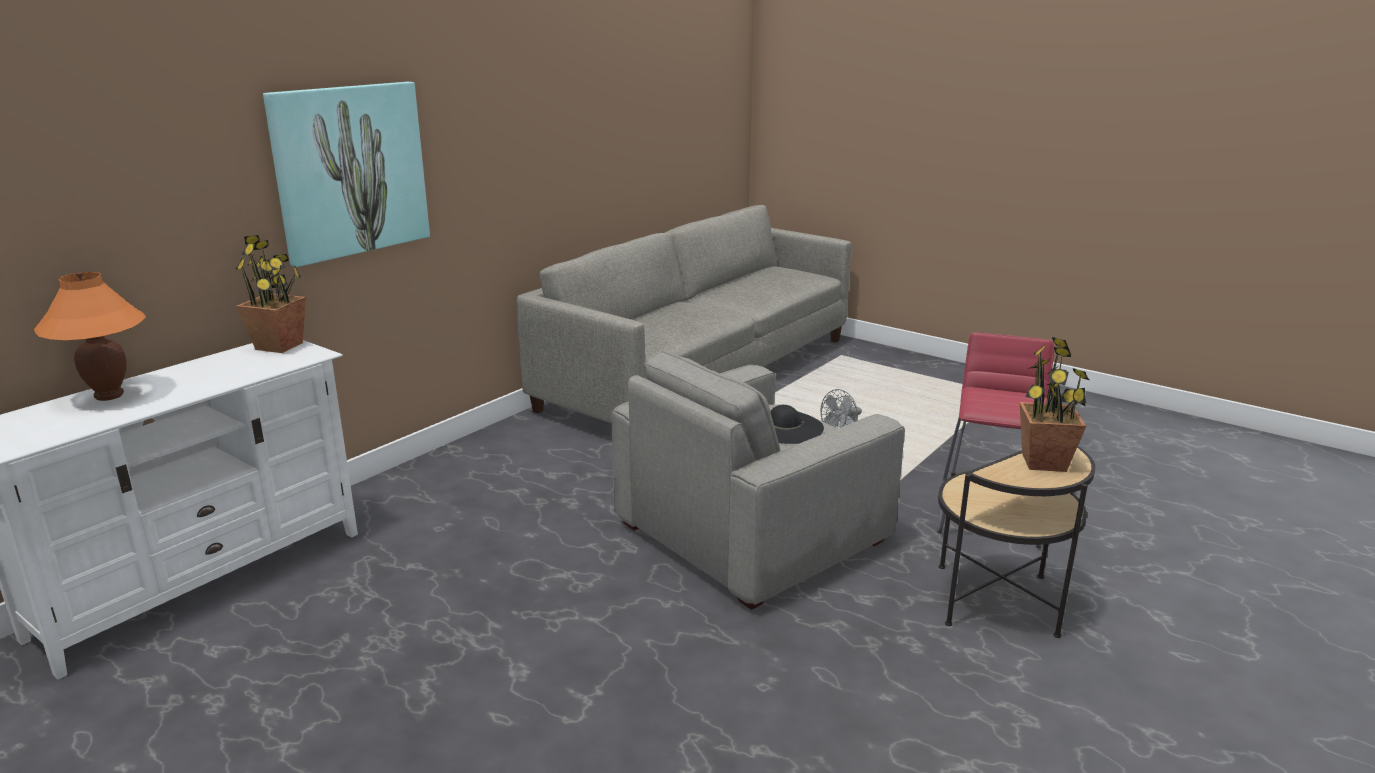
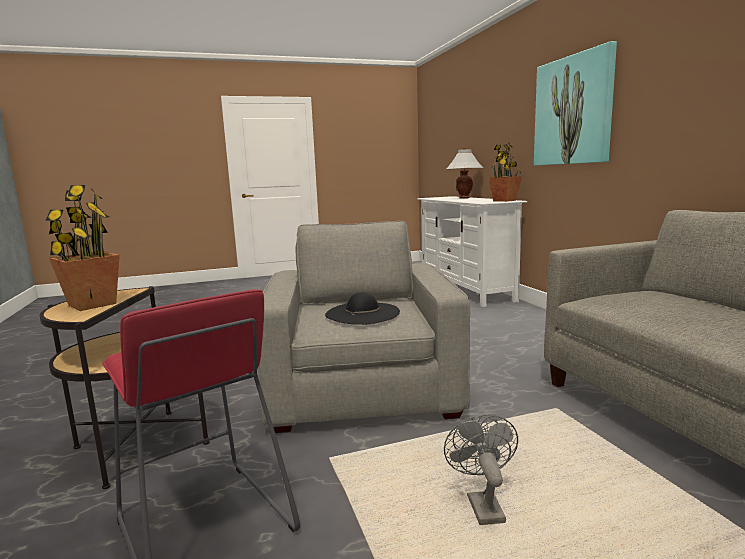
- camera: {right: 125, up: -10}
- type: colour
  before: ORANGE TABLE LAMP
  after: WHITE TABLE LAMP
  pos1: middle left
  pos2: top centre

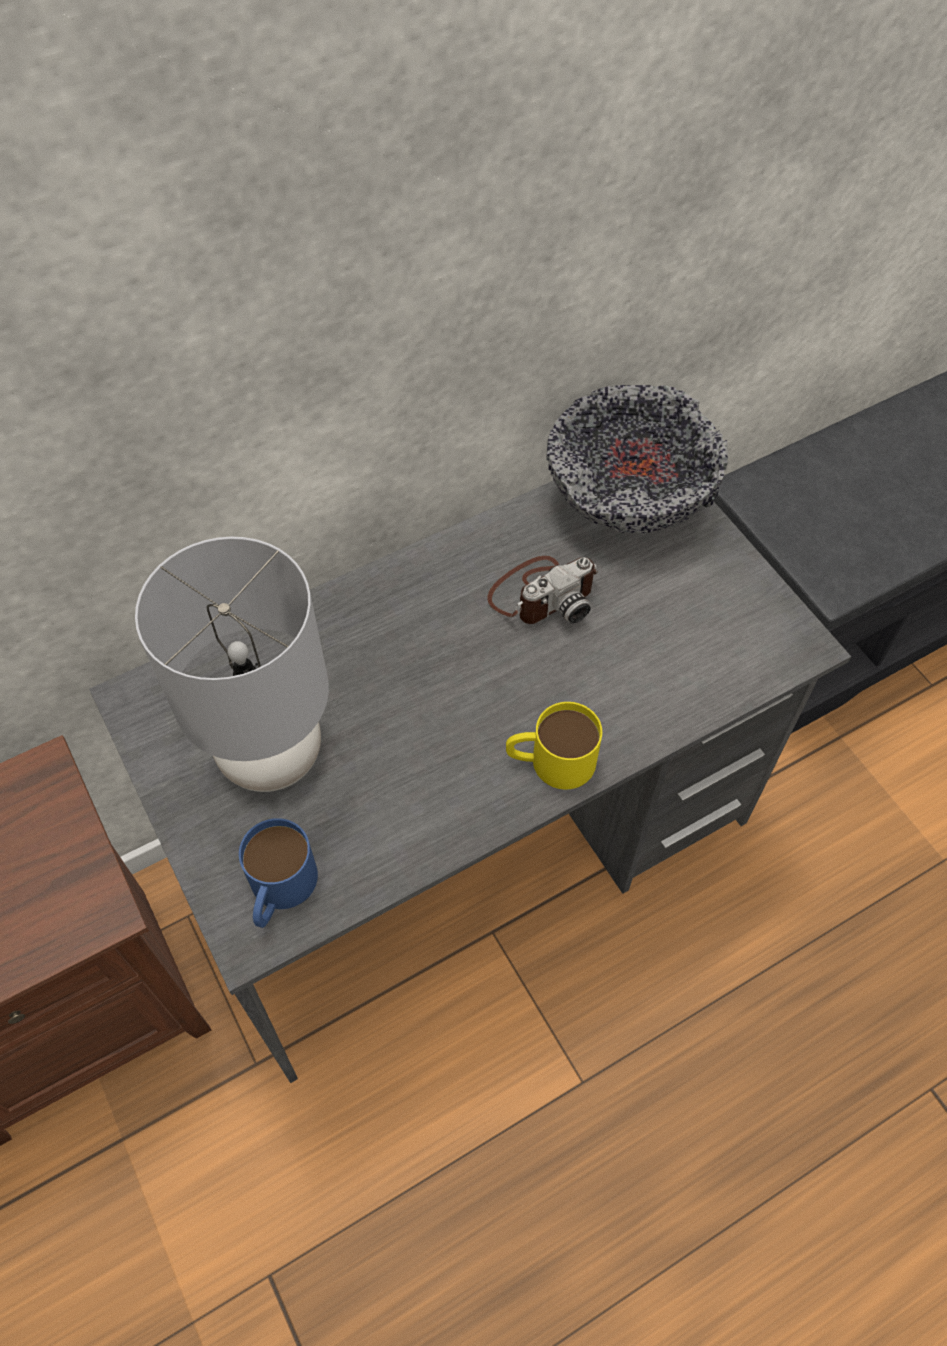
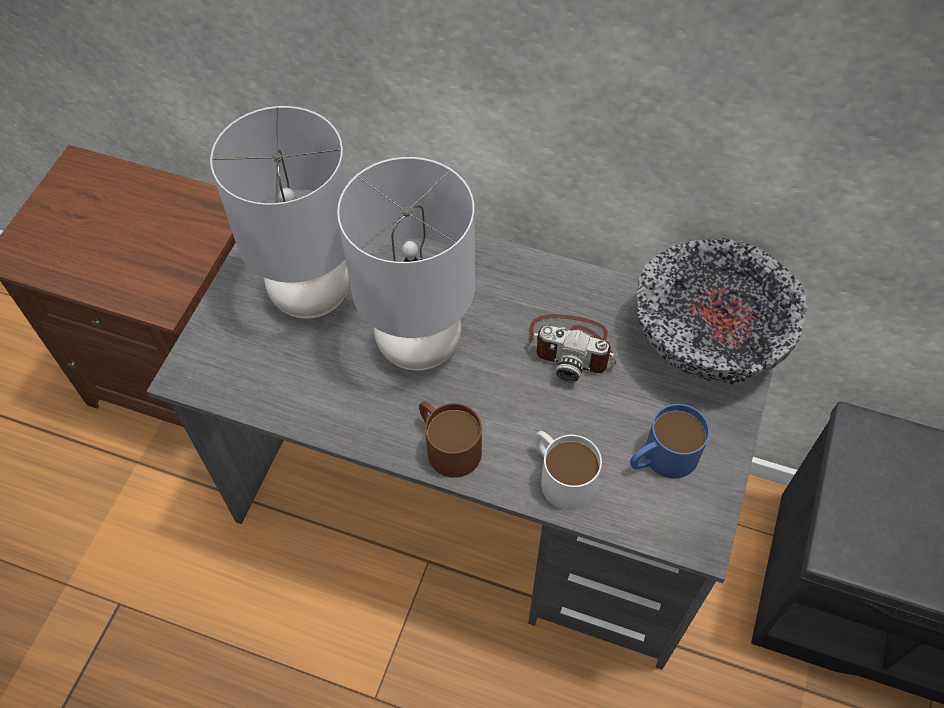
- camera: {right: 50, up: 0}
- type: relocated
  before: BLUE MUG
  pos1: middle left
  pos2: middle right
- type: colour
  before: YELLOW MUG
  after: BROWN MUG
  pos1: centre
  pos2: centre
- type: appeared
  after: GREY TABLE LAMP (no. 2 from left)
  pos2: centre
- type: appeared
  after: WHITE MUG
  pos2: centre

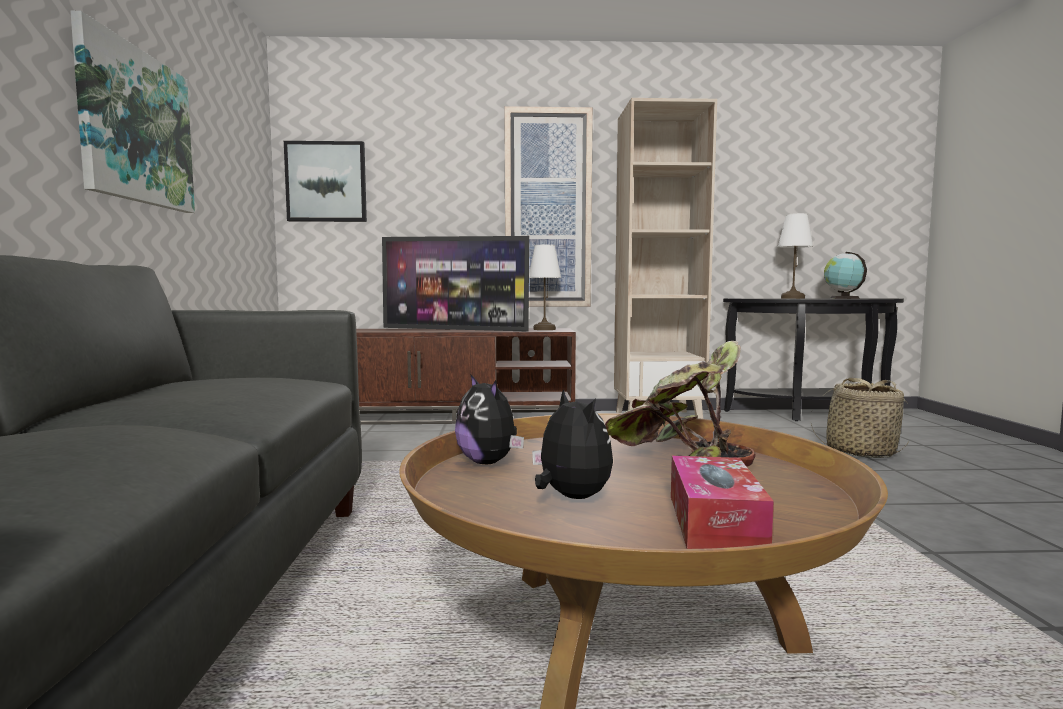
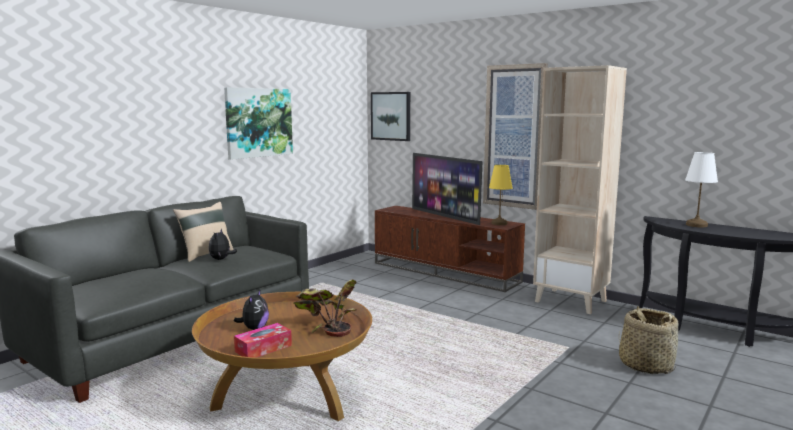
- camera: {right: 40, up: 5}
- type: relocated
  before: PLUSH TOY (no. 1 from left)
  pos1: centre
  pos2: middle left
- type: colour
  before: WHITE TABLE LAMP (no. 1 from left)
  after: YELLOW TABLE LAMP
  pos1: centre
  pos2: centre
- type: missing
  before: GLOBE
  pos1: middle right
- type: appeared
  after: BEIGE PILLOW
  pos2: middle left

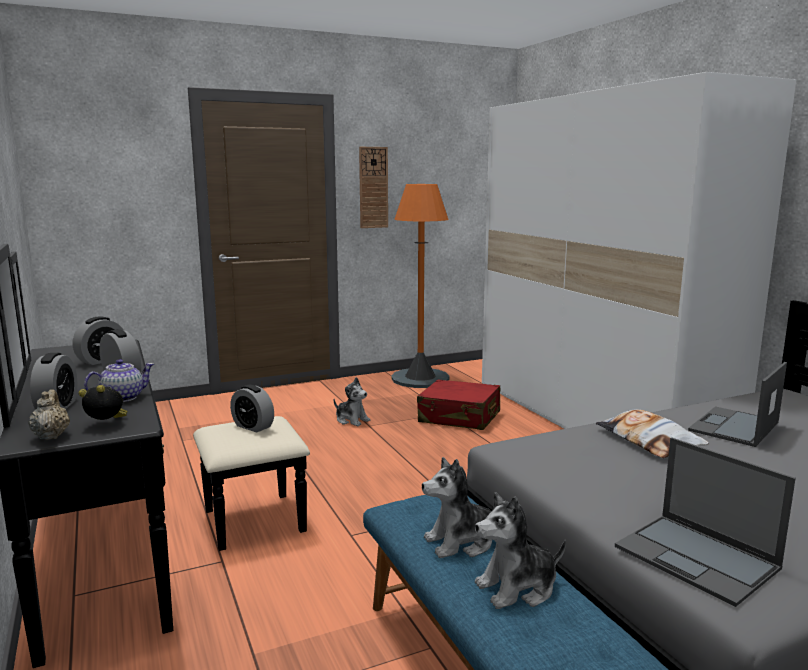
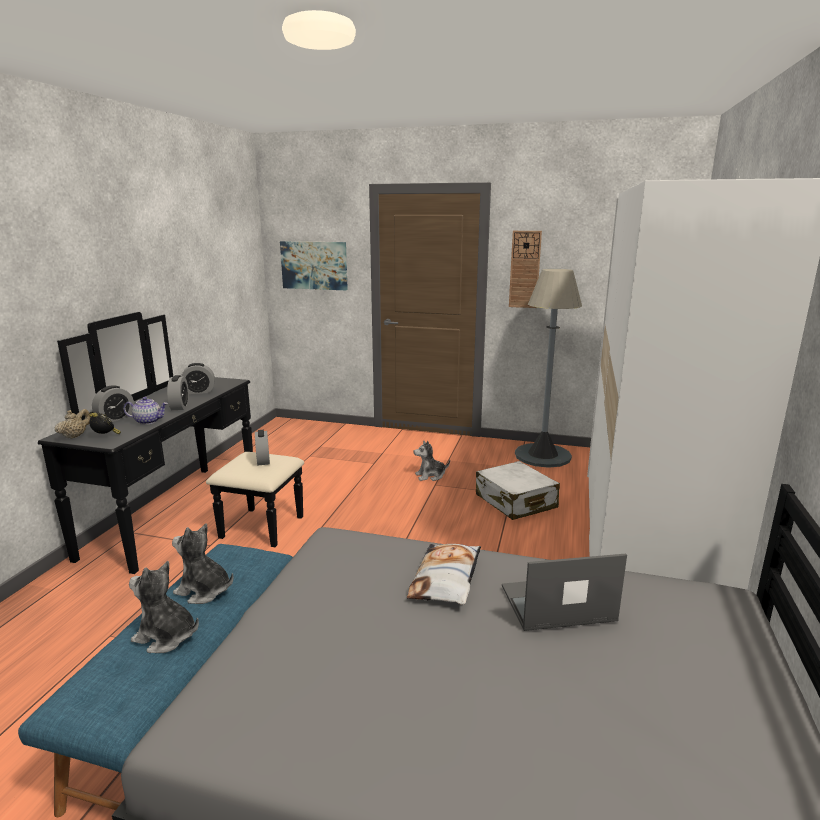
- camera: {right: 40, up: 5}
- type: spun
  before: PLUSH TOY (no. 1 from left in the first image)
  pos1: centre
  pos2: centre
  turn: 90
- type: colour
  before: ORANGE FLOOR LAMP
  after: GREY FLOOR LAMP
  pos1: centre
  pos2: middle right
- type: colour
  before: RED SUITCASE
  after: WHITE SUITCASE
  pos1: centre
  pos2: centre
- type: missing
  before: LAPTOP (no. 1 from left)
  pos1: bottom right
- type: appeared
  after: PICTURE
  pos2: top centre

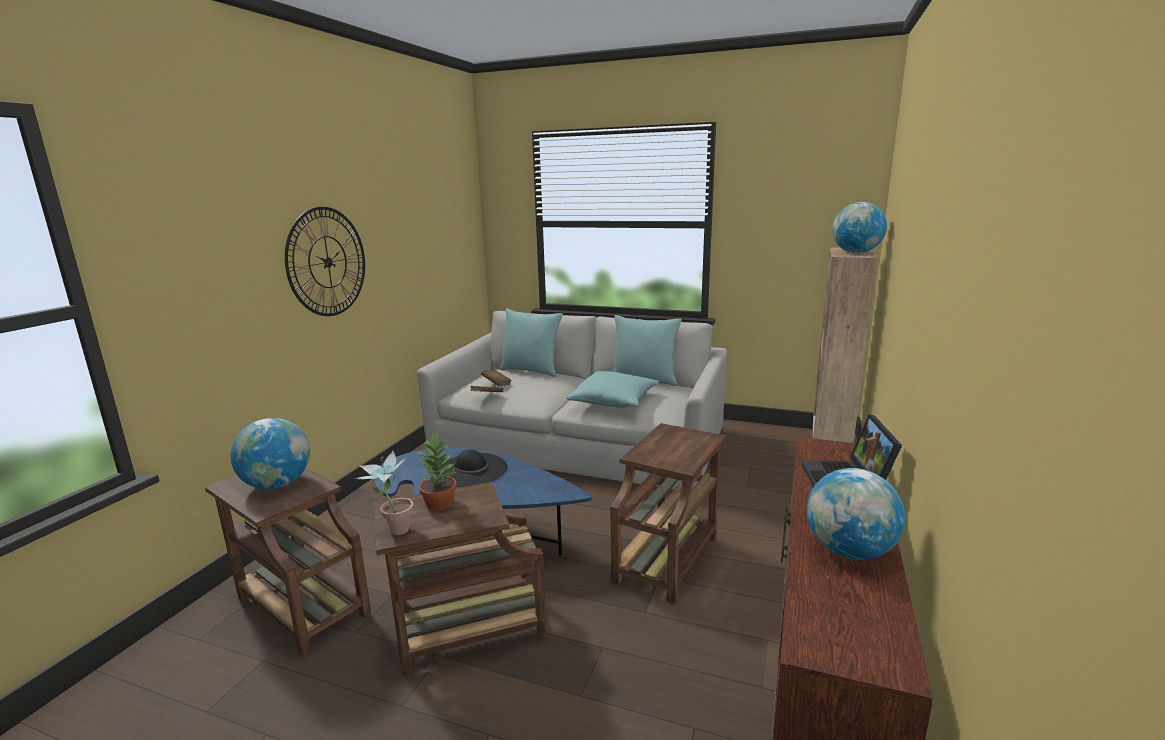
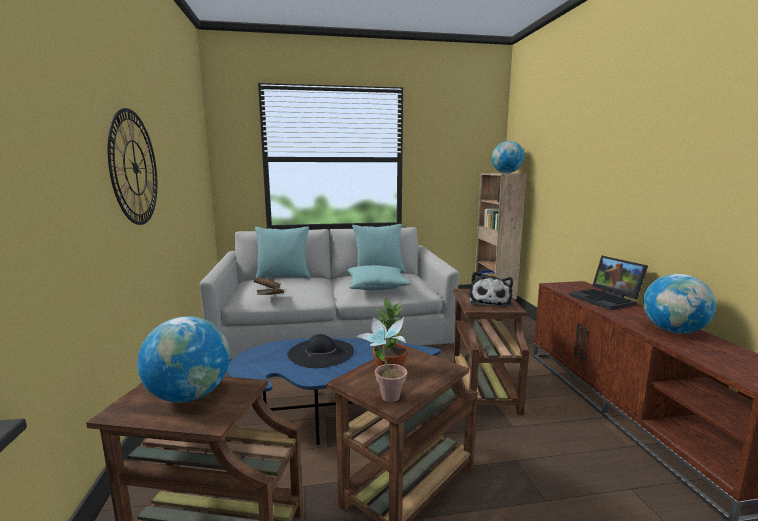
- camera: {right: -30, up: -5}
- type: appeared
  after: PLUSH TOY
  pos2: centre

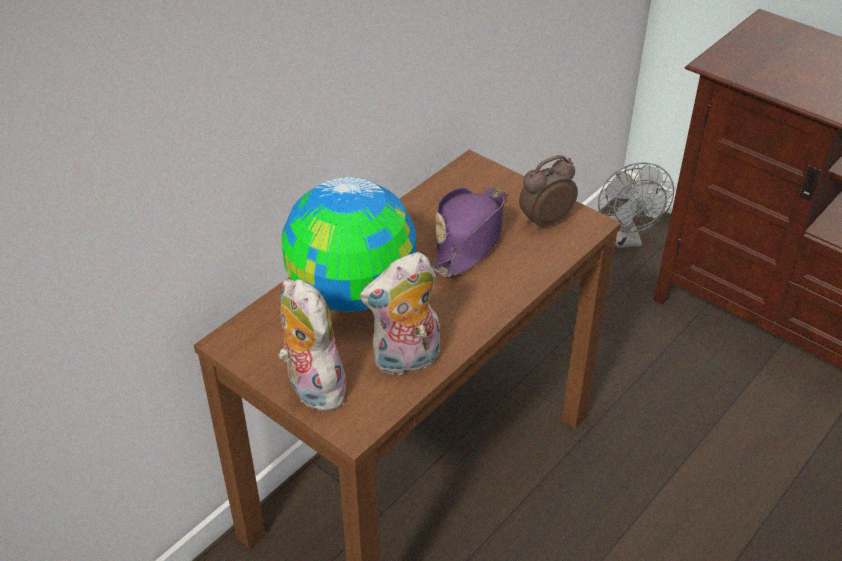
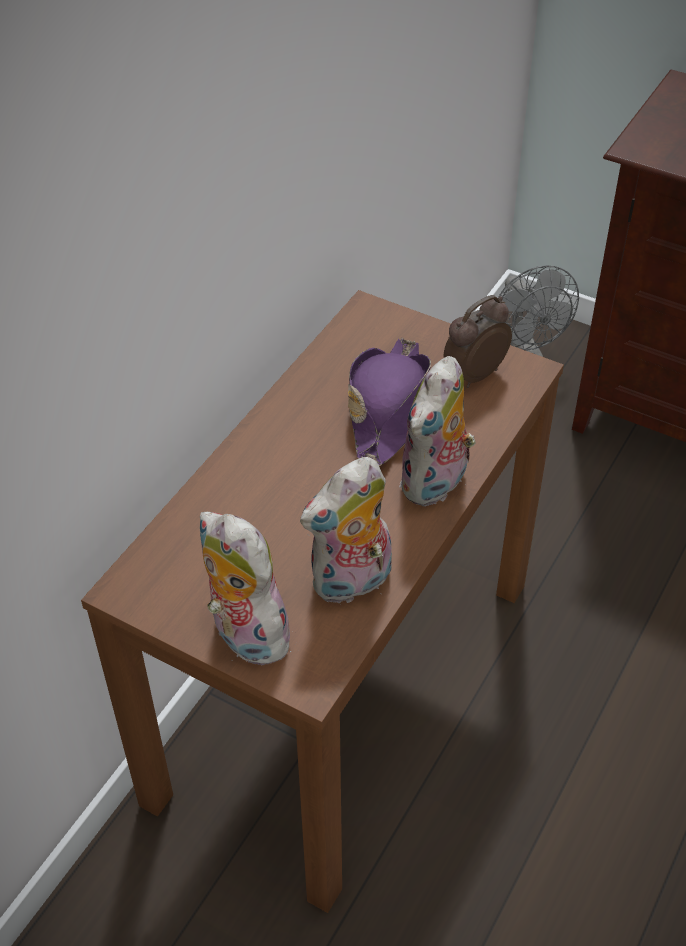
- camera: {right: -10, up: 5}
- type: missing
  before: GLOBE
  pos1: centre
- type: appeared
  after: PLUSH TOY (no. 3 from left)
  pos2: centre

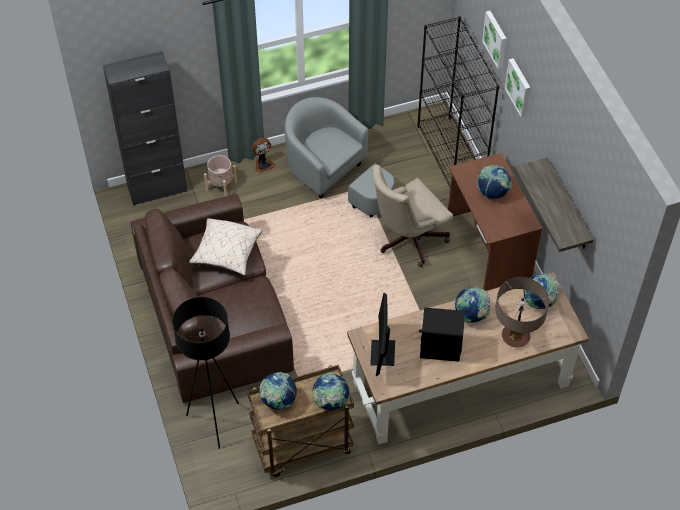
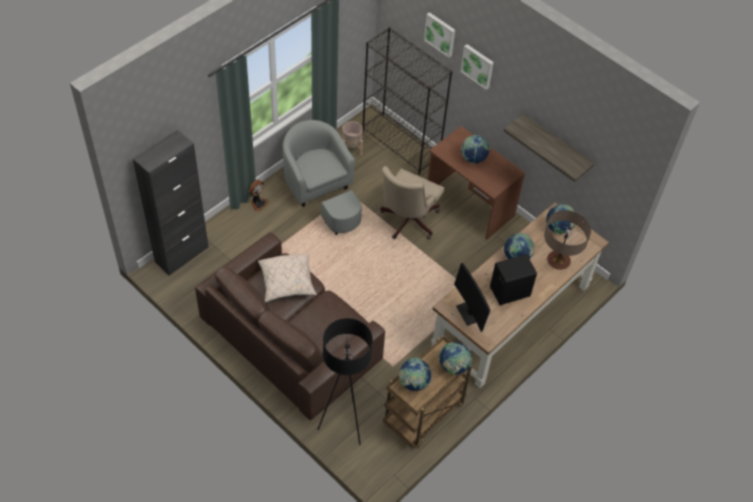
- camera: {right: -30, up: 0}
- type: relocated
  before: BEIGE PLANTER
  pos1: middle left
  pos2: top centre
- type: spun
  before: GREY ARMCHAIR
  pos1: top centre
  pos2: centre
  turn: 45

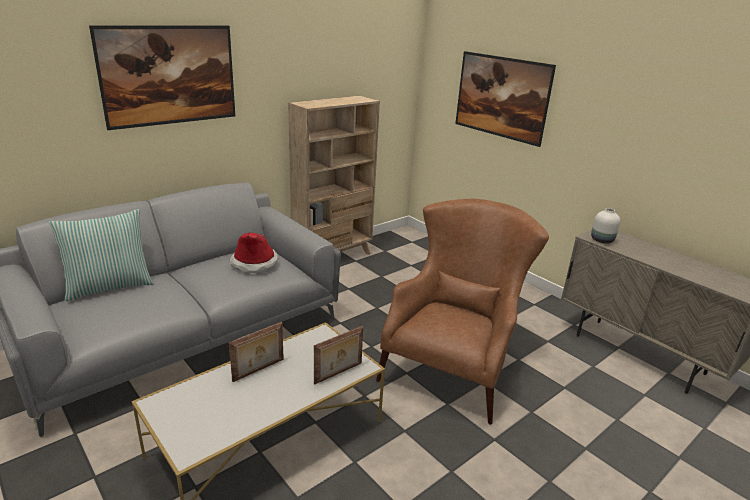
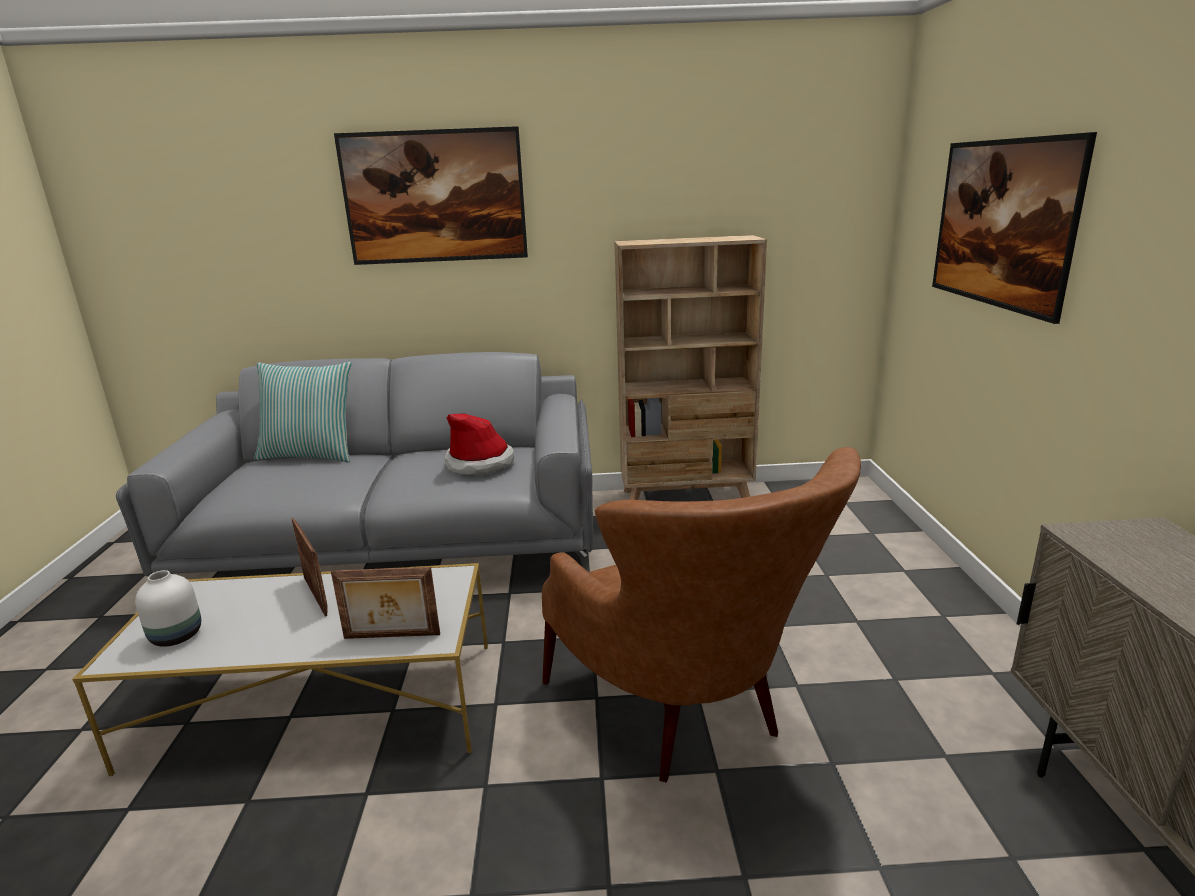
- camera: {right: 40, up: -5}
- type: spun
  before: PICTURE FRAME (no. 1 from left)
  pos1: bottom centre
  pos2: middle left
  turn: -120
- type: spun
  before: BROWN ARMCHAIR
  pos1: centre
  pos2: bottom centre
  turn: 90
- type: relocated
  before: WHITE VASE
  pos1: middle right
  pos2: bottom left

